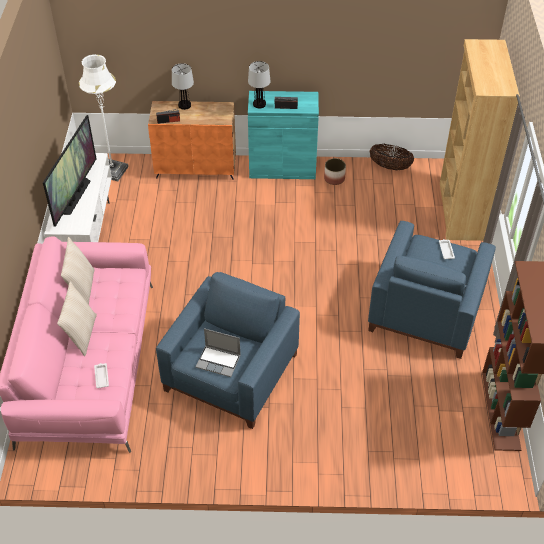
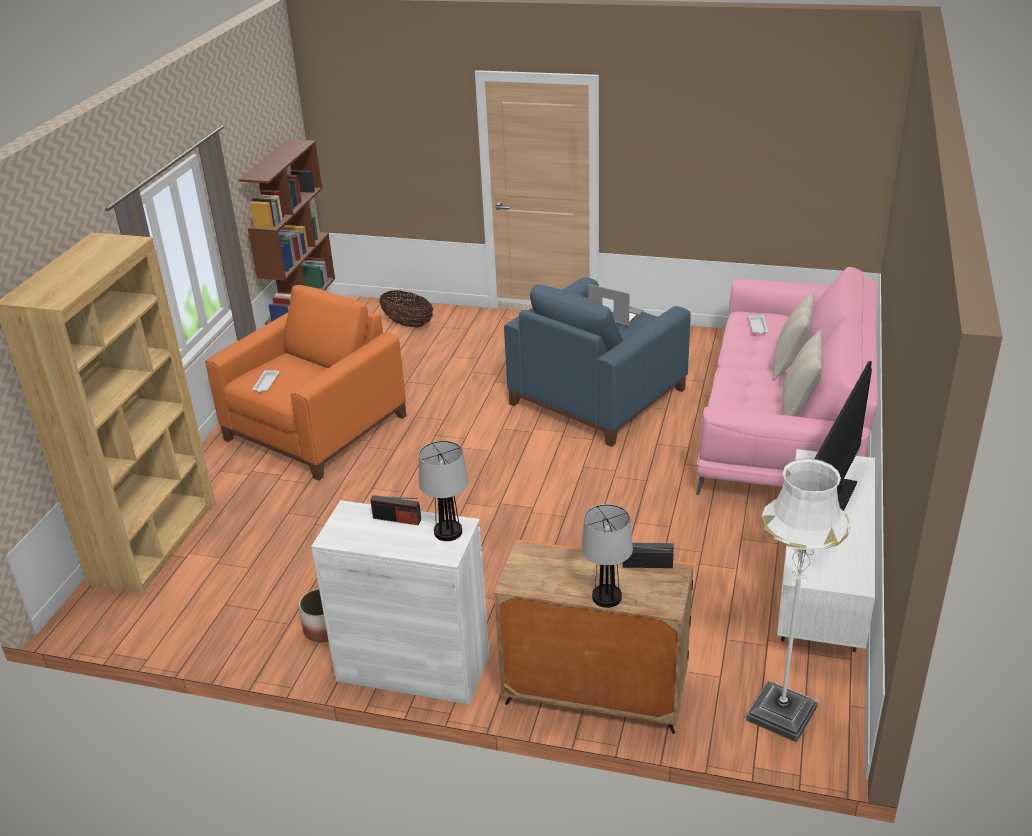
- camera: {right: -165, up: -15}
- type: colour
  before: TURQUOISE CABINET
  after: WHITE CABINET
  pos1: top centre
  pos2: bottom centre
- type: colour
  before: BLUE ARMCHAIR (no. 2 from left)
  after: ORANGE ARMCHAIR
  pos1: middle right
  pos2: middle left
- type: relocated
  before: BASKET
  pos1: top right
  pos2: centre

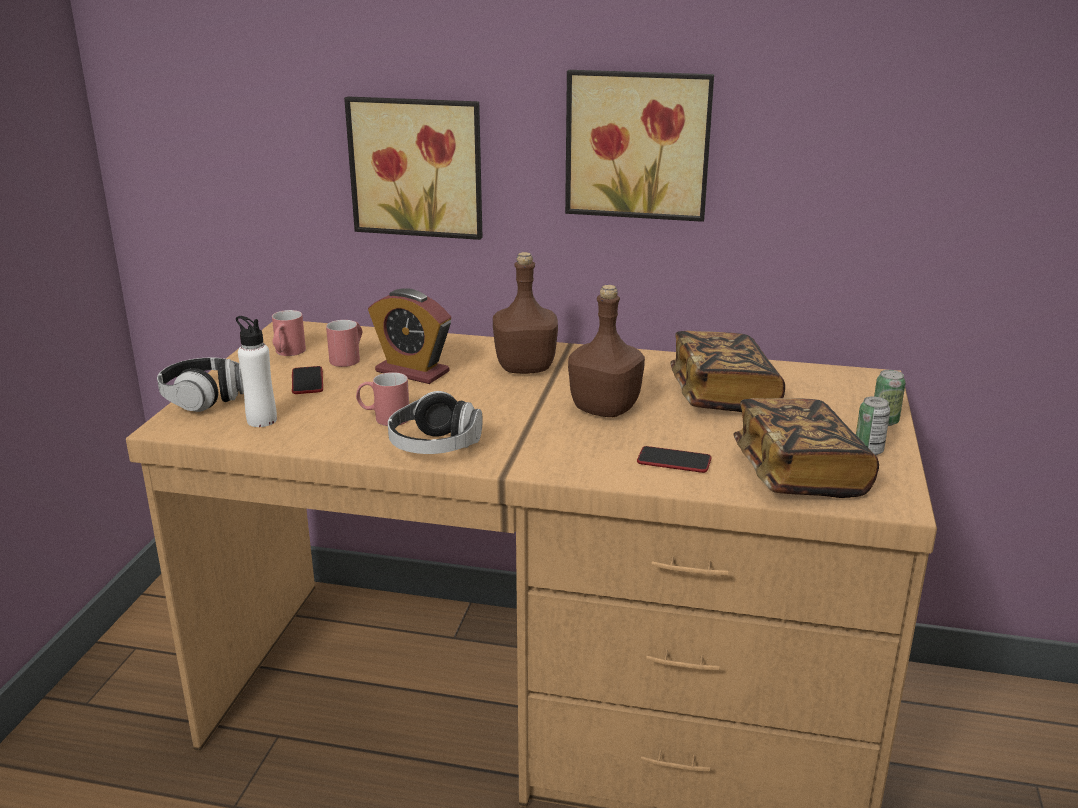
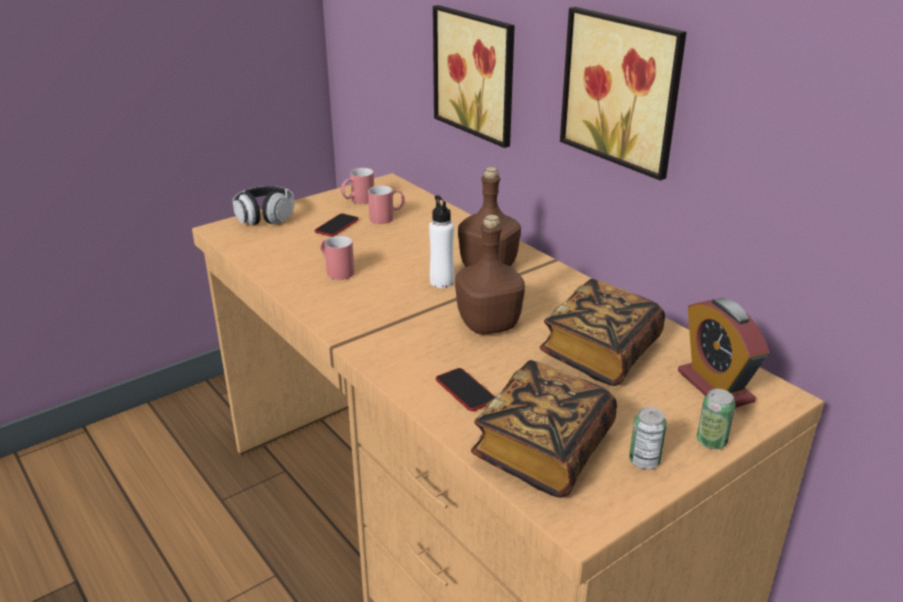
- camera: {right: 40, up: 5}
- type: relocated
  before: WHITE BOTTLE
  pos1: middle left
  pos2: centre
- type: relocated
  before: ALARM CLOCK
  pos1: centre
  pos2: middle right
- type: missing
  before: HEADPHONES (no. 2 from left)
  pos1: centre

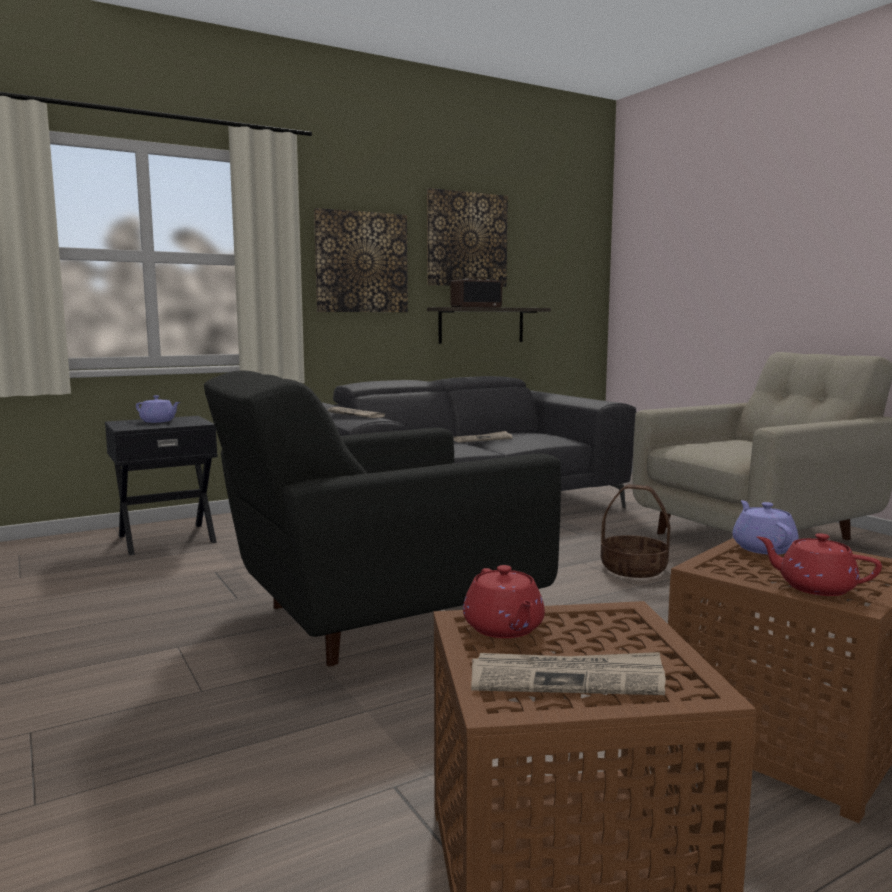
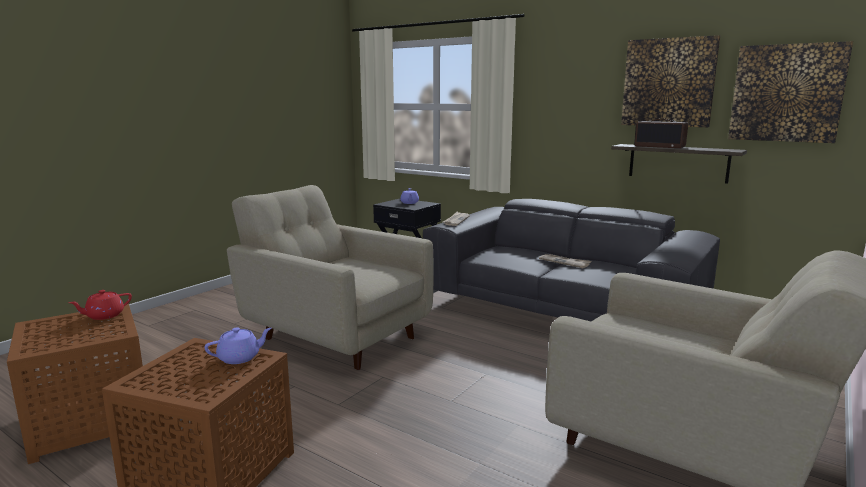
- camera: {right: 65, up: 5}
- type: colour
  before: BLACK ARMCHAIR
  after: BEIGE ARMCHAIR (no. 1 from left)
  pos1: centre
  pos2: centre
- type: relocated
  before: PICTURE (no. 1 from left in the first image)
  after: PICTURE (no. 2 from left)
  pos1: top centre
  pos2: top right
- type: missing
  before: NEWSPAPER (no. 3 from left)
  pos1: bottom centre
- type: missing
  before: BASKET
  pos1: middle right
- type: missing
  before: RED TEAPOT (no. 2 from left)
  pos1: middle right

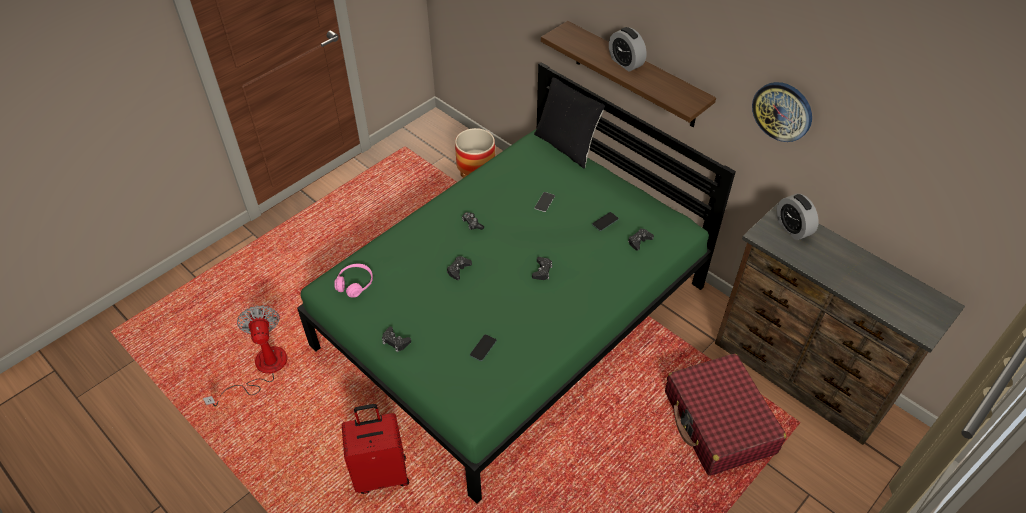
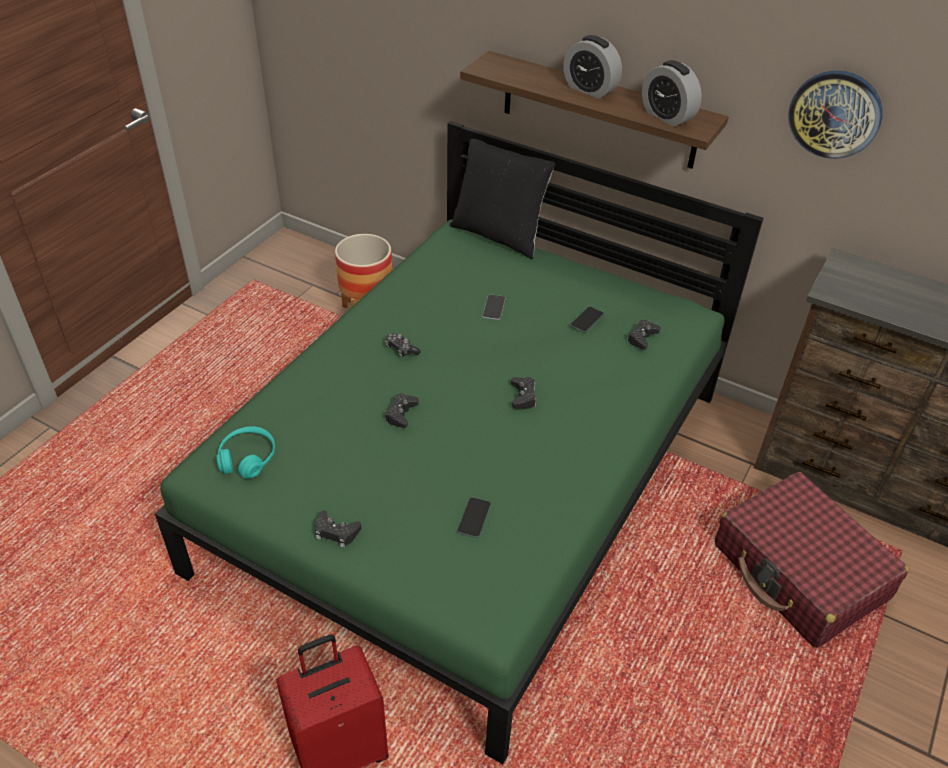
- camera: {right: -15, up: -5}
- type: missing
  before: FAN
  pos1: bottom left
- type: colour
  before: PINK HEADPHONES
  after: TURQUOISE HEADPHONES
  pos1: centre
  pos2: middle left
- type: relocated
  before: ALARM CLOCK (no. 2 from left)
  pos1: middle right
  pos2: top right

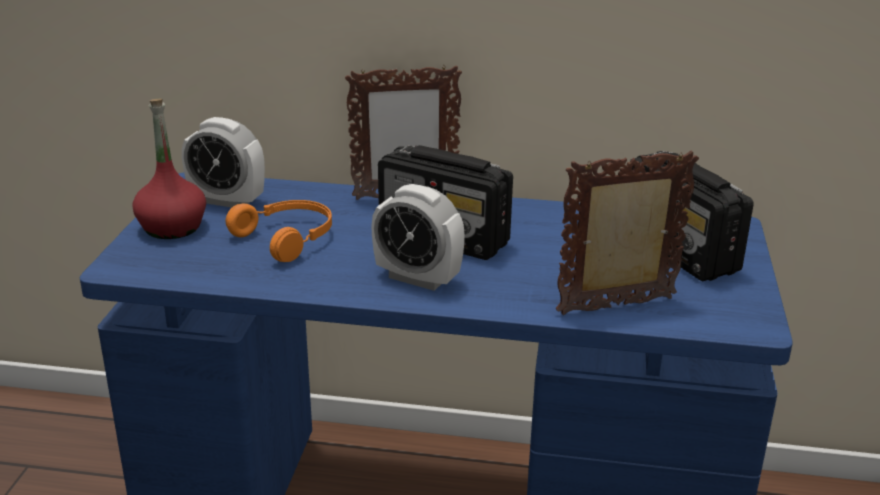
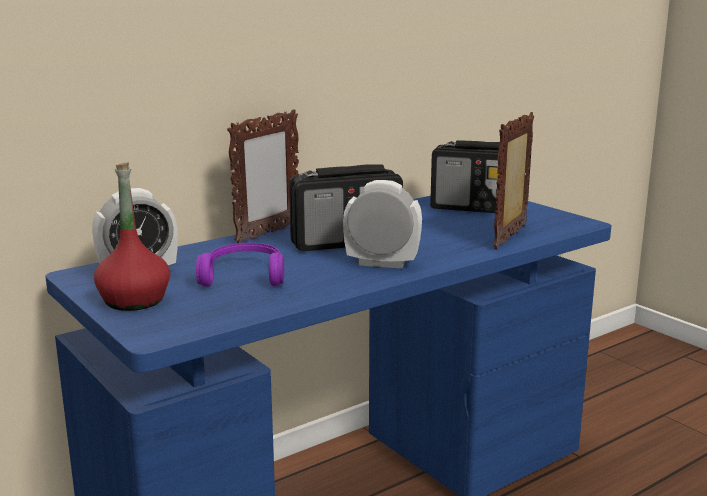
- camera: {right: -45, up: -10}
- type: colour
  before: ORANGE HEADPHONES
  after: PURPLE HEADPHONES
  pos1: middle left
  pos2: centre
- type: spun
  before: ALARM CLOCK (no. 2 from left)
  pos1: centre
  pos2: centre
  turn: -150

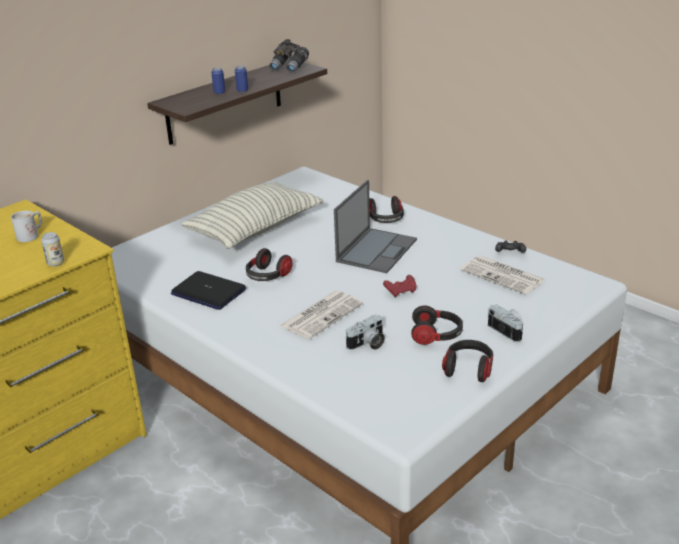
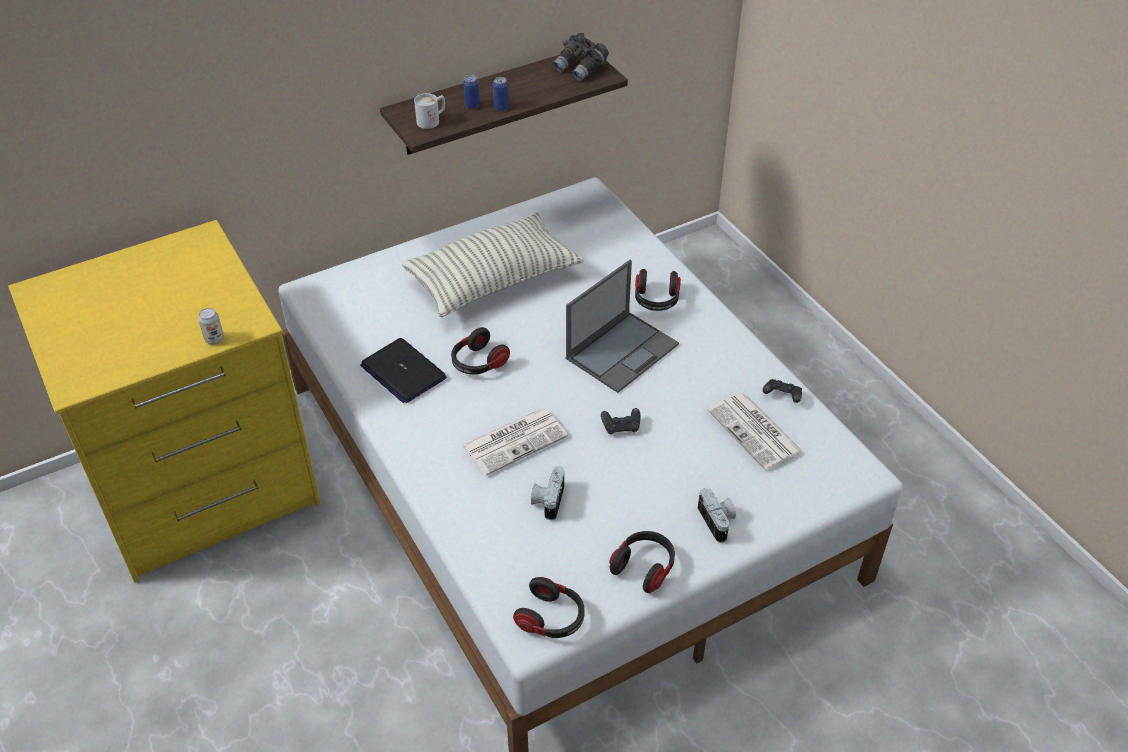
- camera: {right: 15, up: 15}
- type: relocated
  before: WHITE MUG
  pos1: middle left
  pos2: top centre
- type: spun
  before: PHOTO CAMERA (no. 1 from left)
  pos1: centre
  pos2: centre
  turn: 120
- type: colour
  before: RED GAME CONTROLLER
  after: BLACK GAME CONTROLLER (no. 1 from left)
  pos1: centre
  pos2: centre
- type: relocated
  before: HEADPHONES (no. 3 from left in the first image)
  after: HEADPHONES (no. 2 from left)
  pos1: centre
  pos2: bottom centre

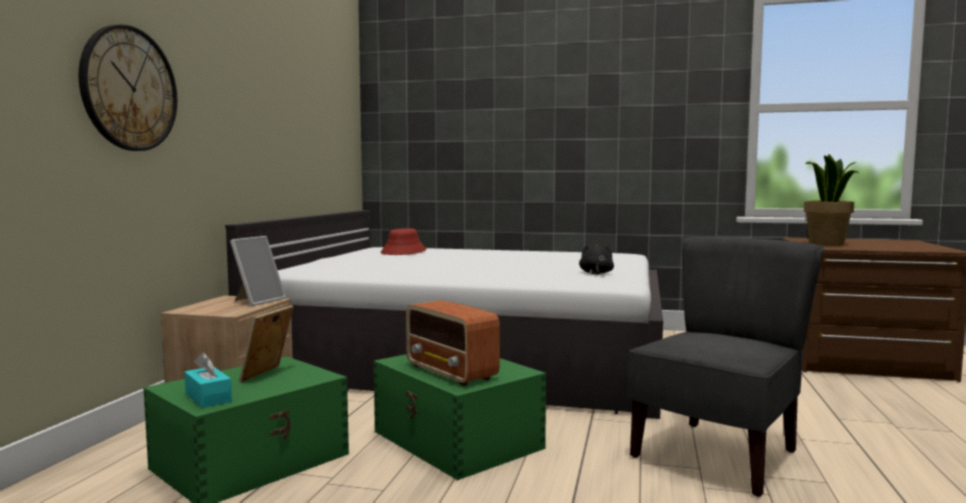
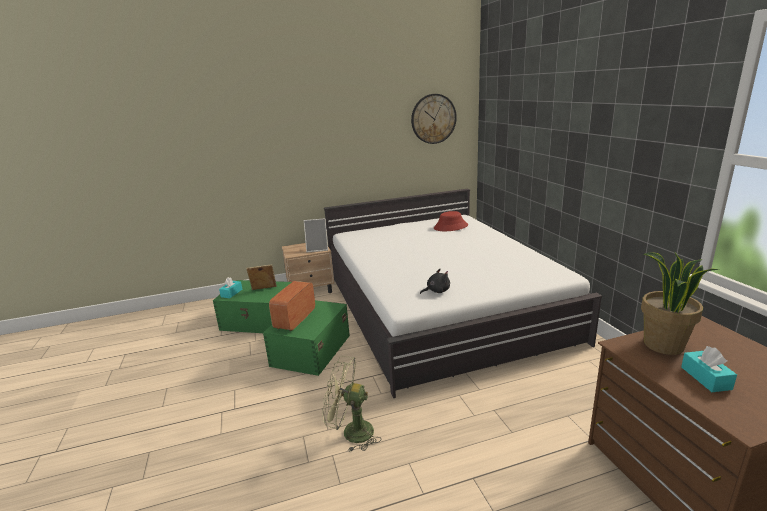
- camera: {right: 60, up: 15}
- type: relocated
  before: WALL CLOCK
  pos1: top left
  pos2: top centre
- type: exchanged
  before: GREY CHAIR
  after: GREEN FAN
  pos1: bottom right
  pos2: bottom centre
- type: appeared
  after: TURQUOISE TISSUE BOX (no. 2 from left)
  pos2: bottom right

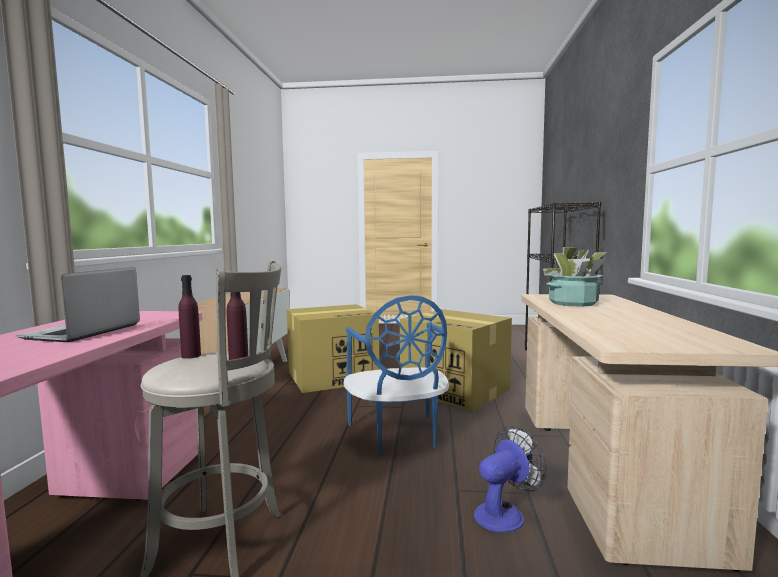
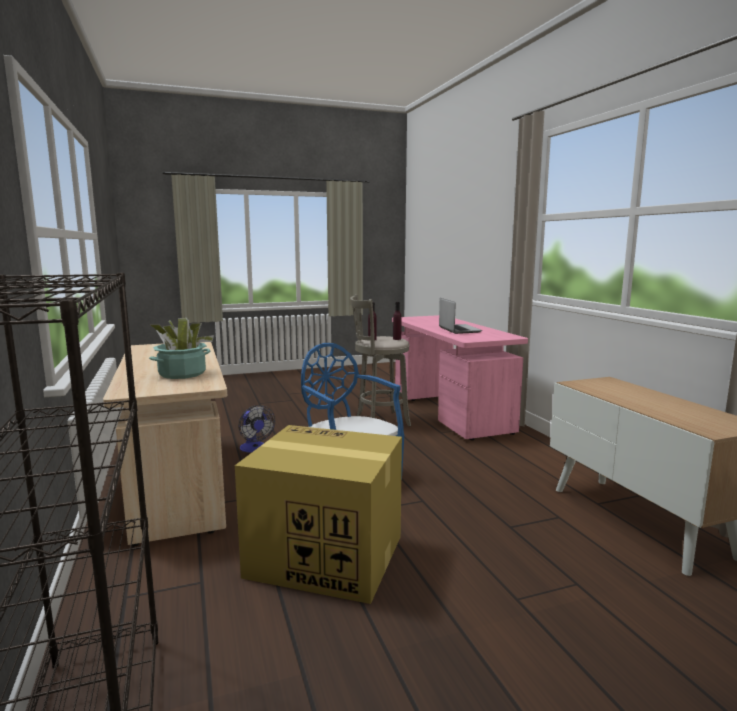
- camera: {right: 155, up: 5}
- type: missing
  before: CARDBOARD BOX (no. 1 from left)
  pos1: centre
- type: spun
  before: FAN
  pos1: bottom centre
  pos2: centre
  turn: -60

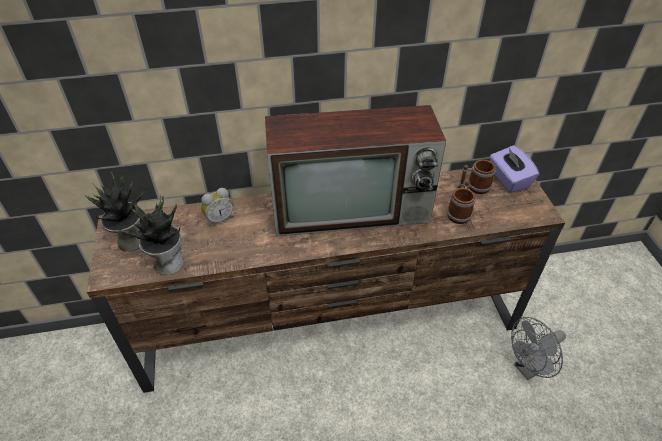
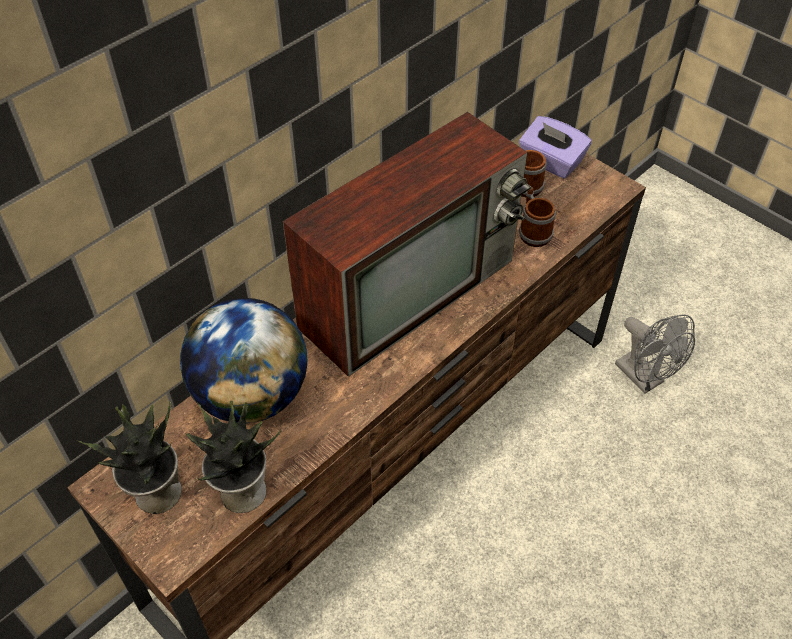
- camera: {right: -35, up: 5}
- type: exchanged
  before: ALARM CLOCK
  after: GLOBE
  pos1: middle left
  pos2: middle left
- type: spun
  before: GREY FAN
  pos1: bottom right
  pos2: middle right
  turn: -60

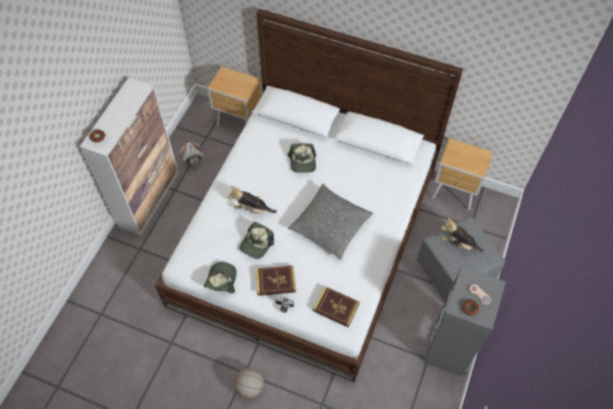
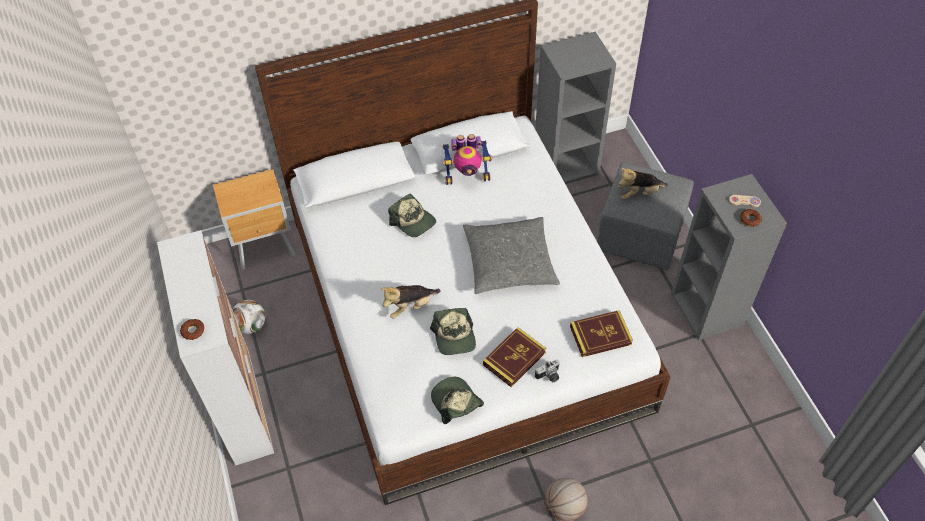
- camera: {right: -40, up: -5}
- type: exchanged
  before: BROWN NIGHTSTAND (no. 2 from left)
  after: GREY BOOKCASE (no. 1 from left)
  pos1: middle right
  pos2: top centre
- type: appeared
  after: TOY ROBOT
  pos2: top centre

